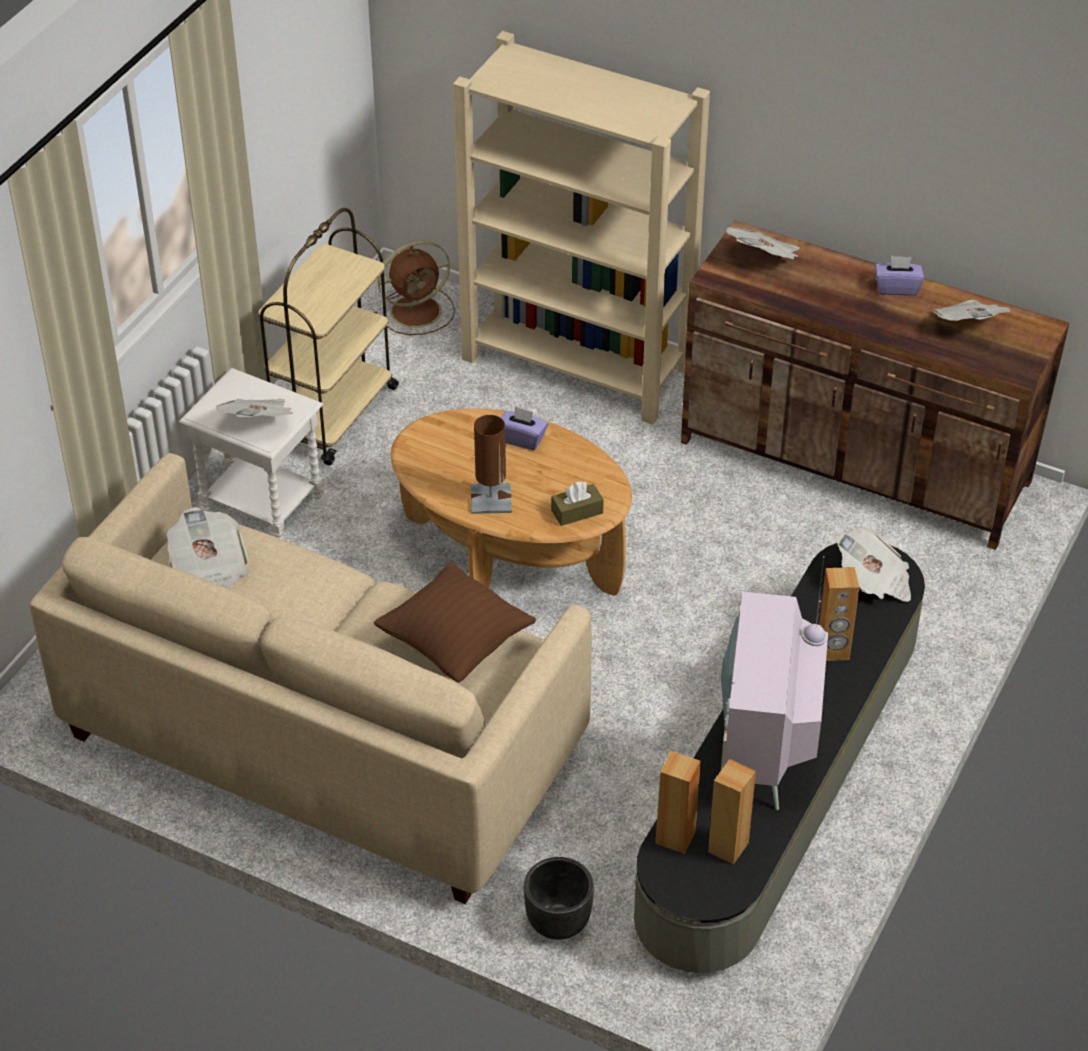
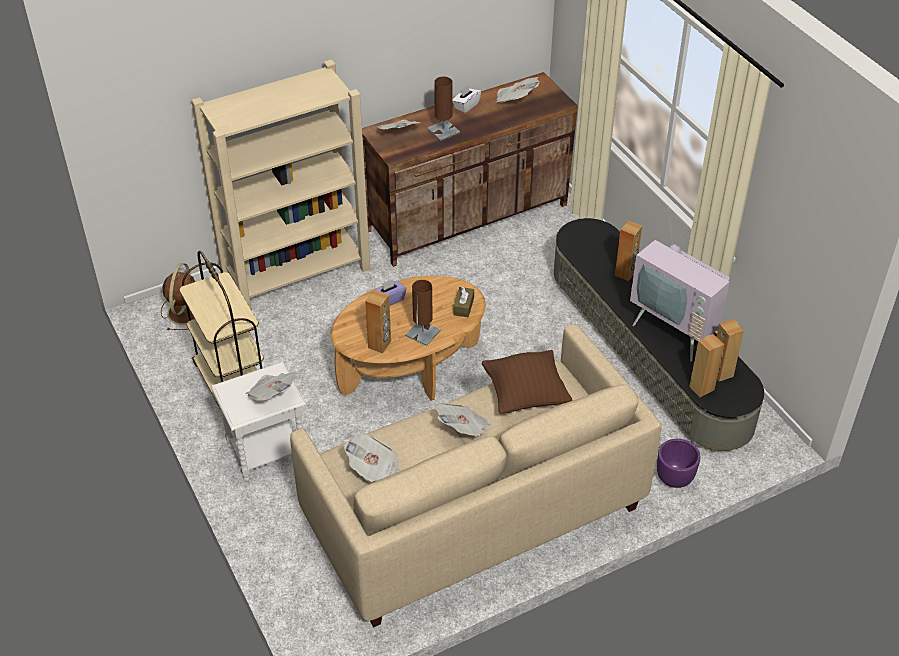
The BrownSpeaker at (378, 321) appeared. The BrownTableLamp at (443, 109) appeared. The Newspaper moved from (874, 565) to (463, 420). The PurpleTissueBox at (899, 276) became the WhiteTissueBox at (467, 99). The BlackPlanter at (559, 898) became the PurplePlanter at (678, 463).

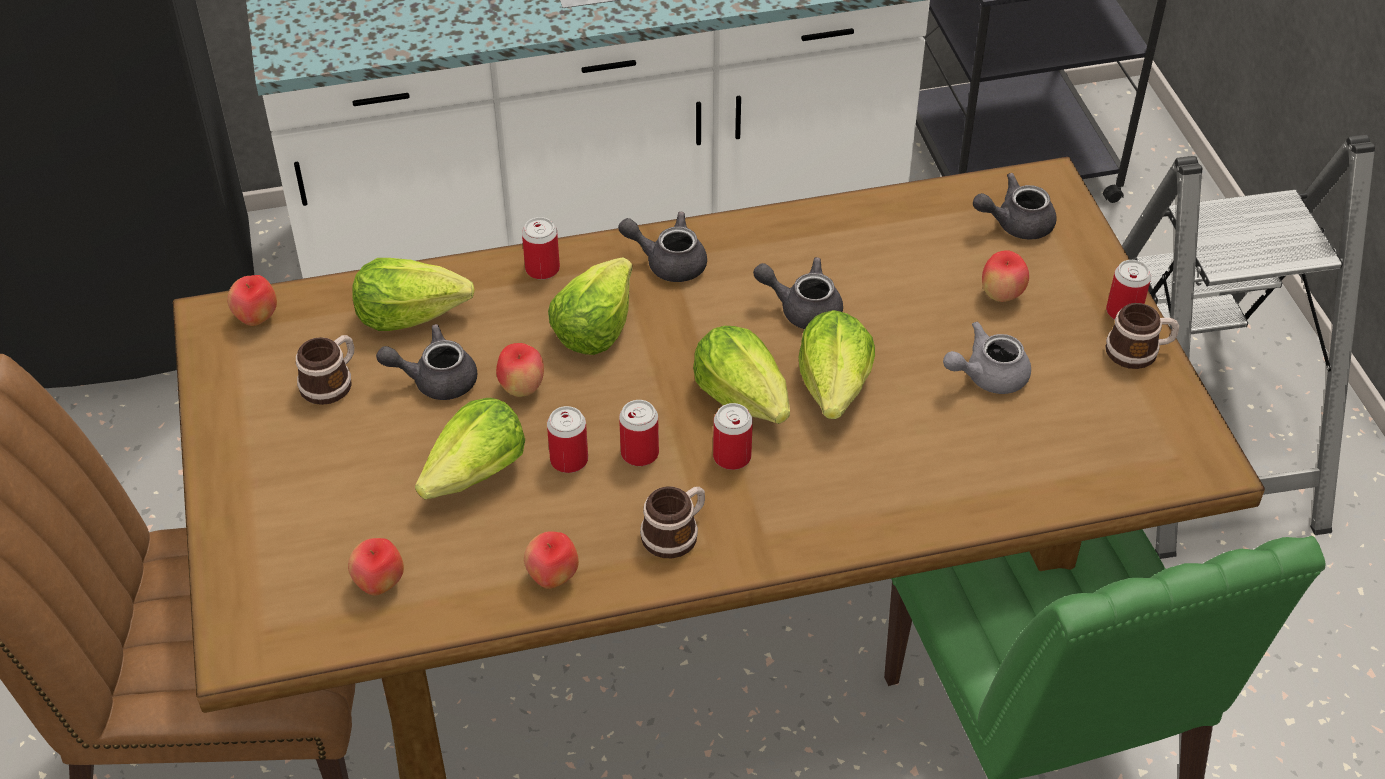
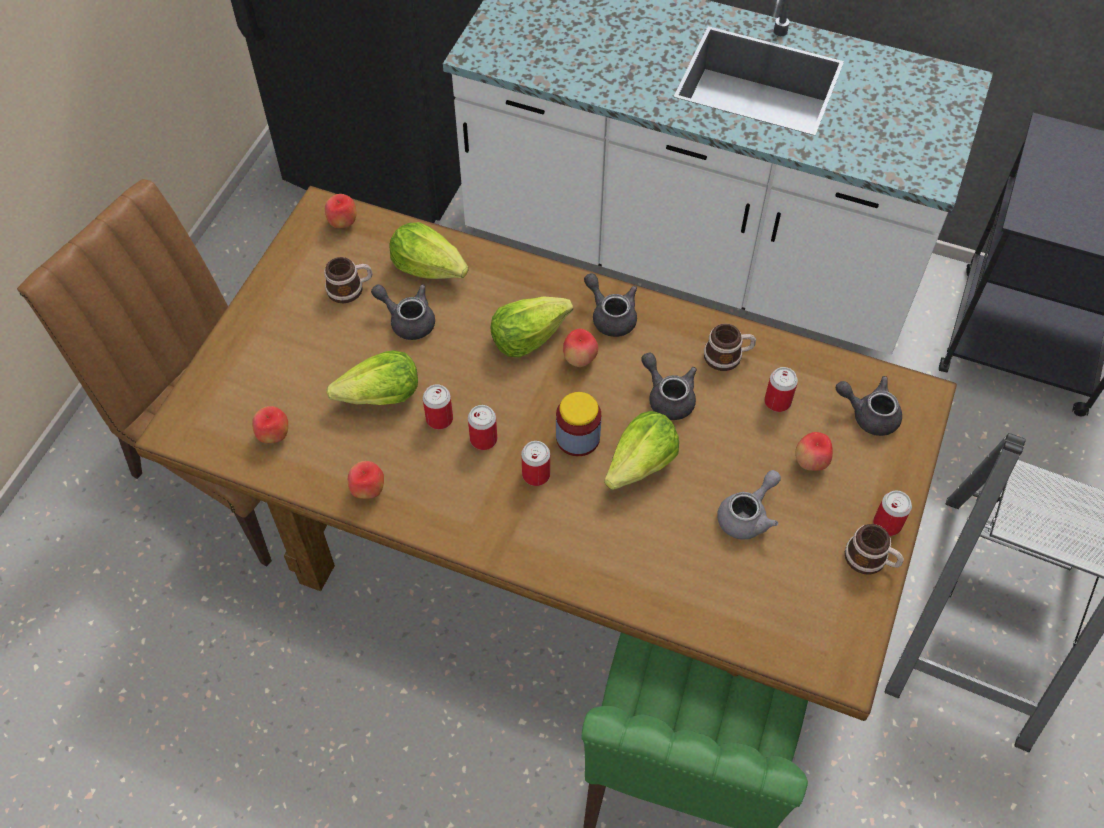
The Lettuce at (741, 375) was replaced by the Jar at (578, 424). The Apple moved from (520, 370) to (580, 348). The Mug moved from (672, 522) to (730, 347). The GreyTeapot at (987, 358) turned 120 degrees clockwise. The Can moved from (541, 248) to (781, 389).

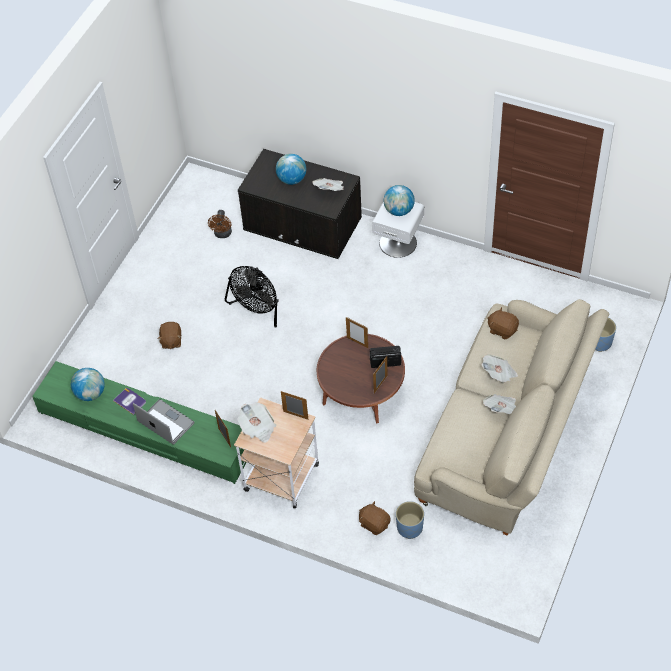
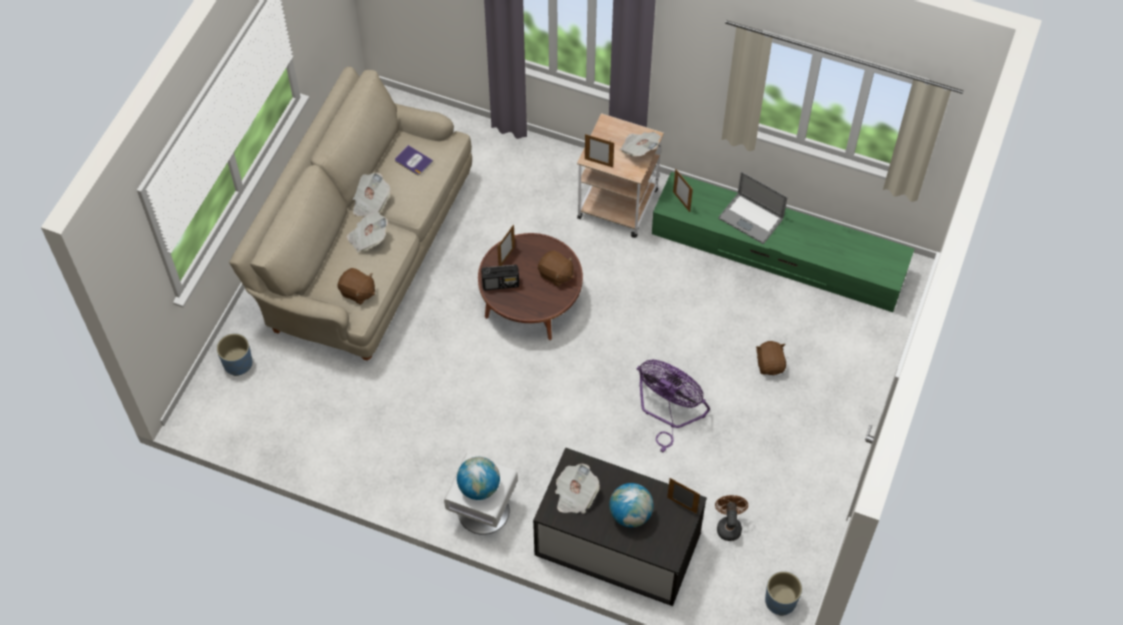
The Book moved from (129, 401) to (414, 160). The BrownPlushToy moved from (375, 518) to (556, 268). The BlackFan at (252, 297) became the PurpleFan at (673, 406). The PictureFrame moved from (357, 332) to (683, 496). The BluePlanter moved from (410, 520) to (783, 593). The Globe at (88, 384) disappeared.

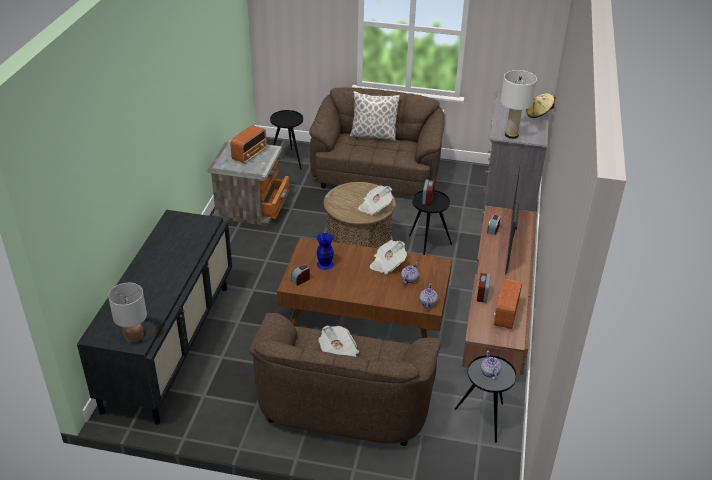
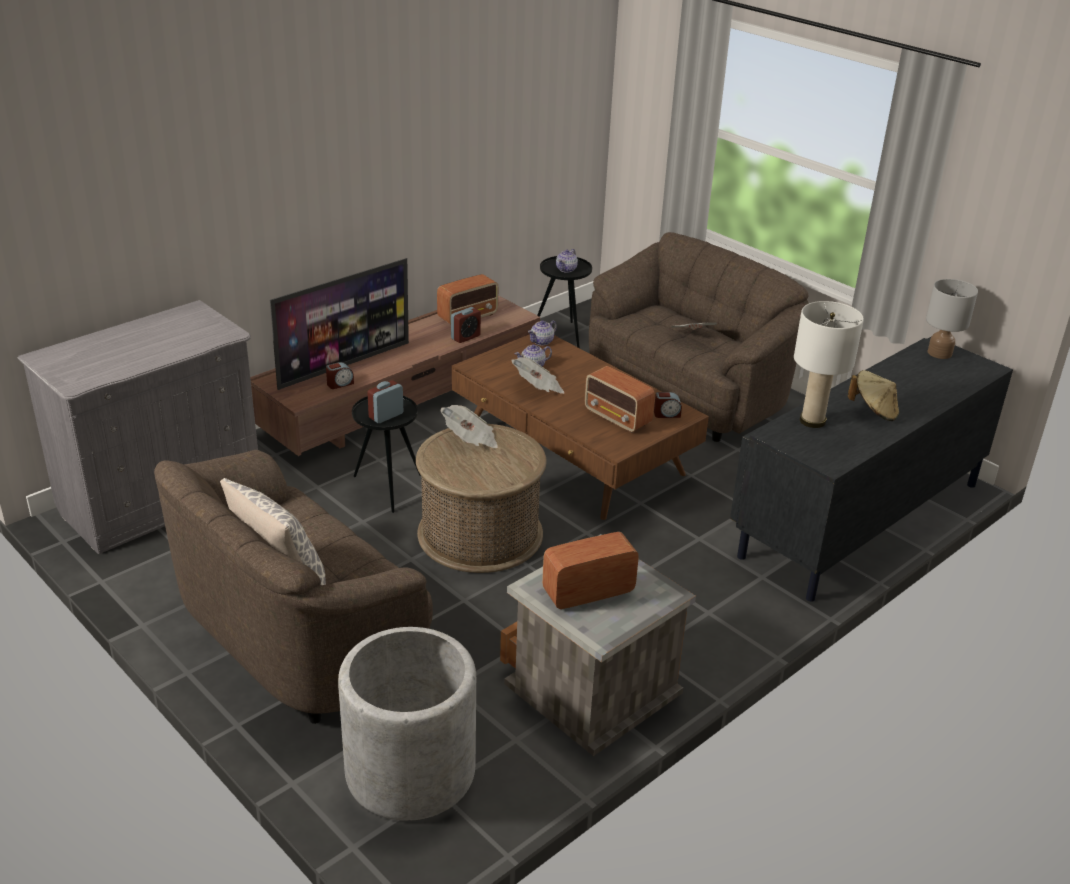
The BlackSideTable at (286, 139) was replaced by the GreyPlanter at (407, 724). The BlueVase at (325, 251) was replaced by the Radio at (620, 399). The WhiteTableLamp moved from (519, 104) to (829, 364). The BeigeHat moved from (540, 105) to (873, 395).

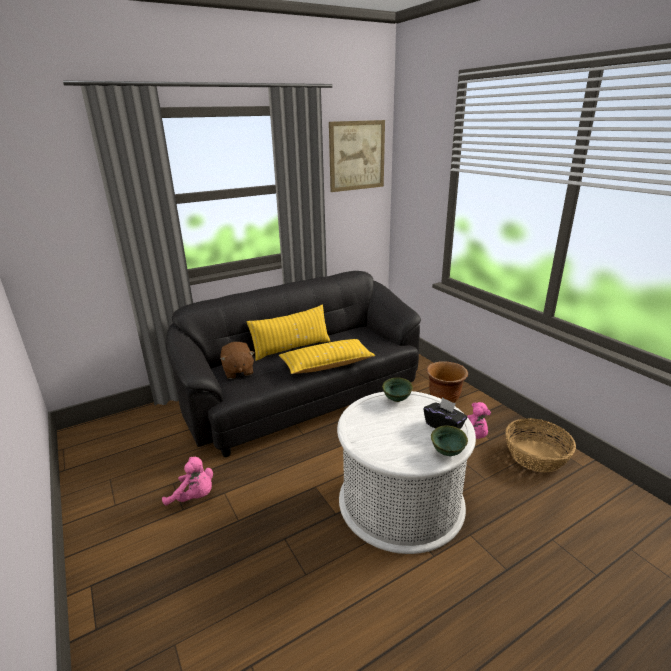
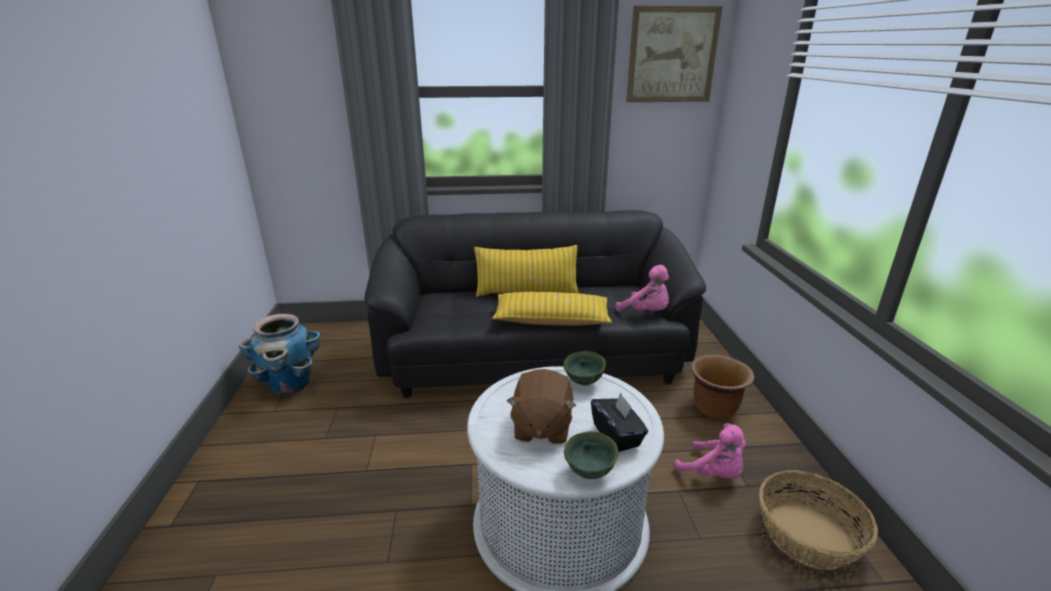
The Planter at (279, 354) appeared. The BrownPlushToy moved from (237, 360) to (541, 406). The PinkPlushToy moved from (187, 481) to (642, 288).

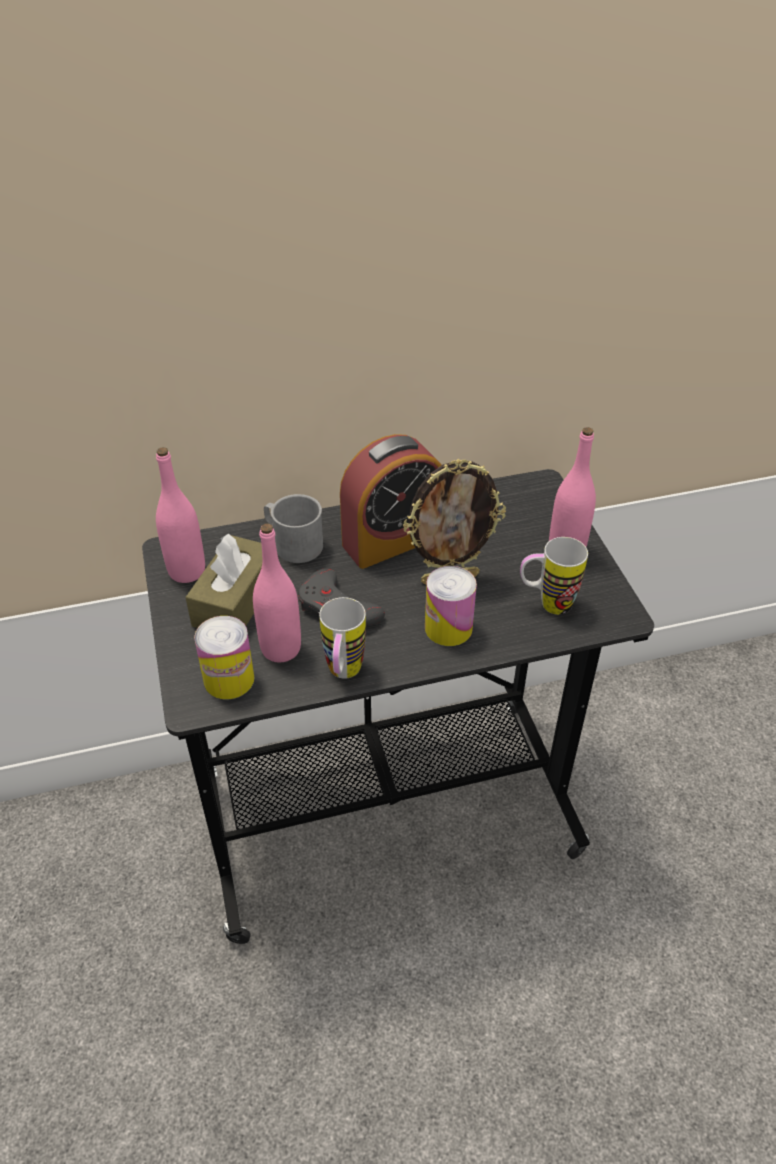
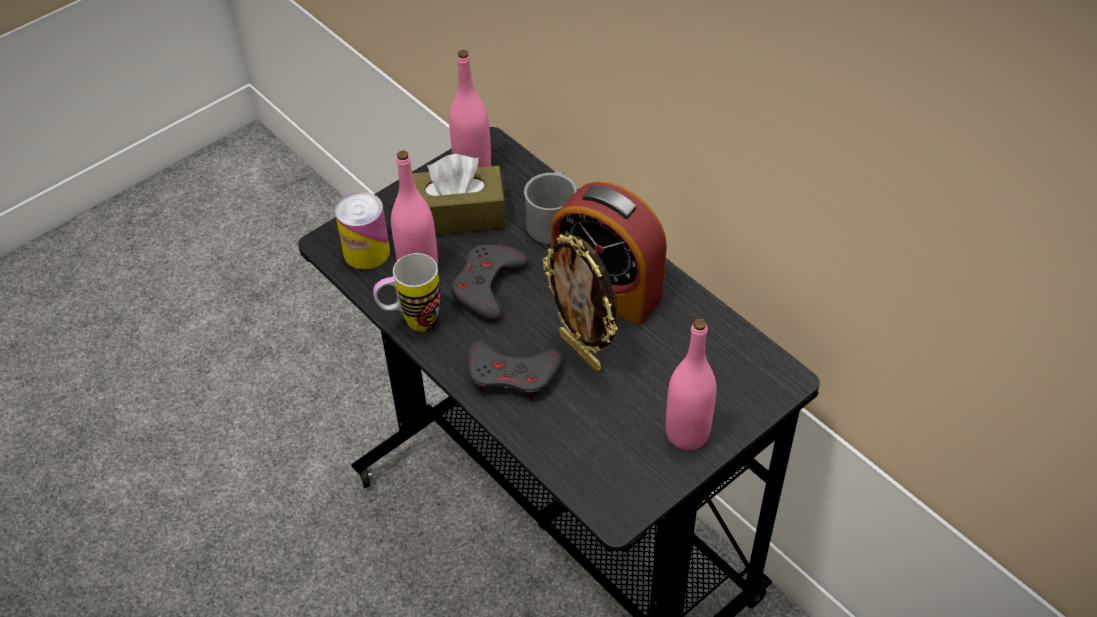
The Can at (451, 606) was replaced by the GreyGameController at (514, 371). The Mug at (554, 576) disappeared.

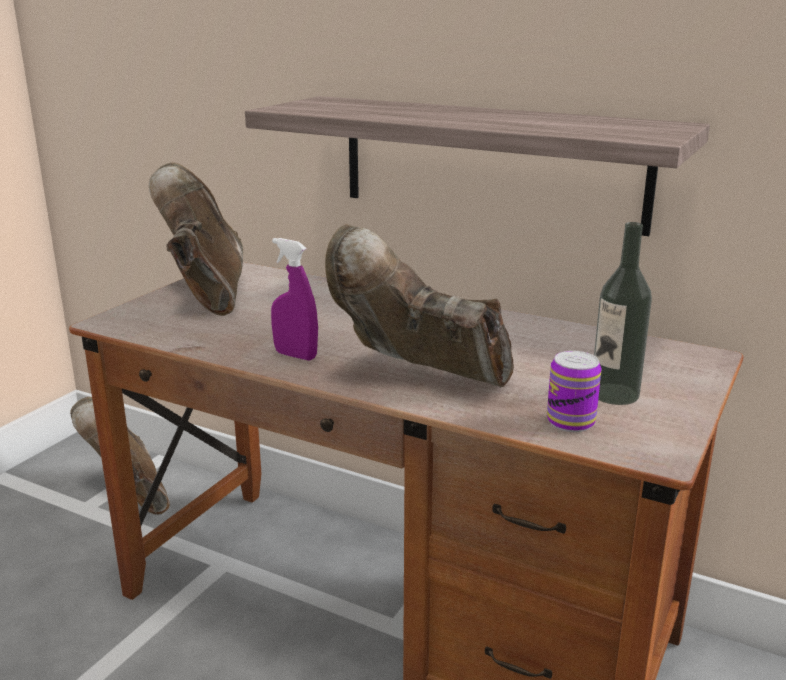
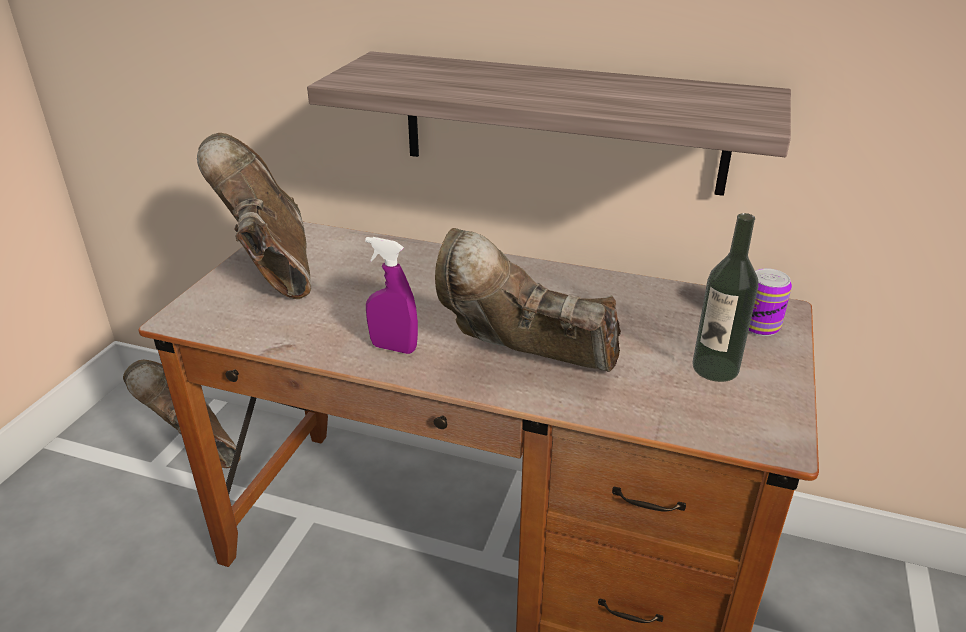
The Can moved from (574, 391) to (770, 302).

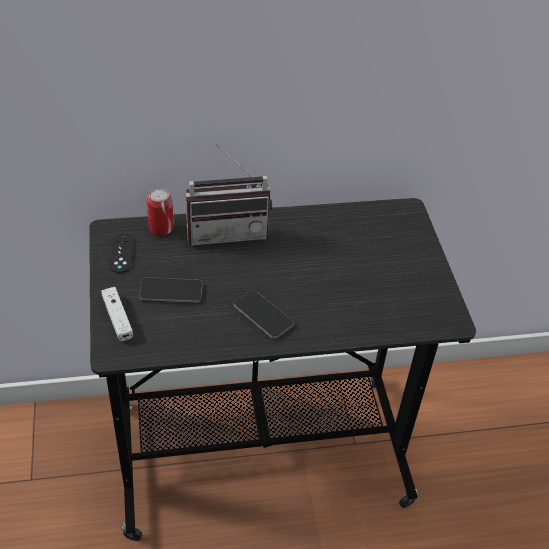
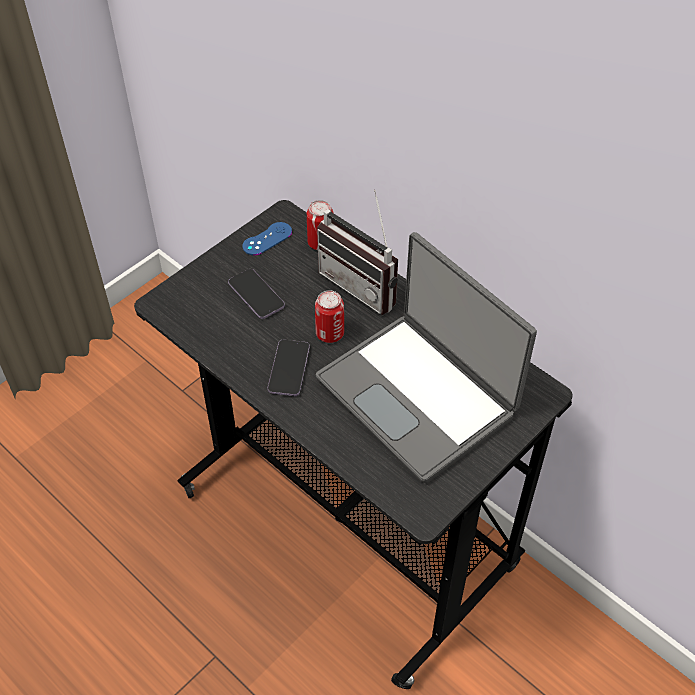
The BlackGameController at (121, 253) became the BlueGameController at (267, 238). The Can at (329, 316) appeared. The Laptop at (426, 357) appeared. The WhiteGameController at (117, 314) disappeared.

